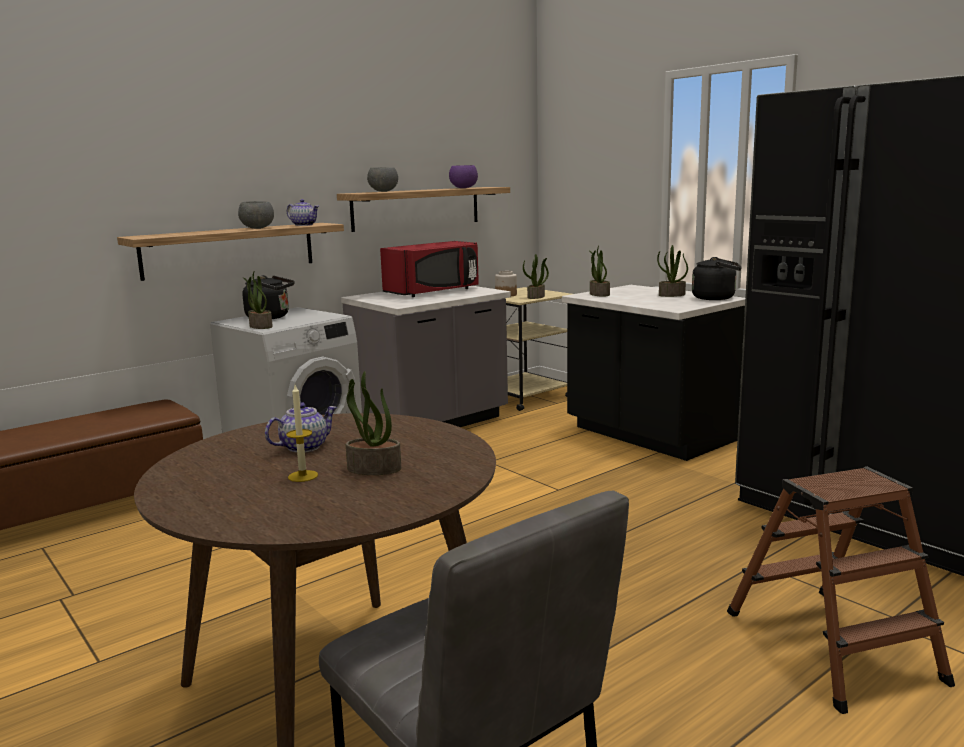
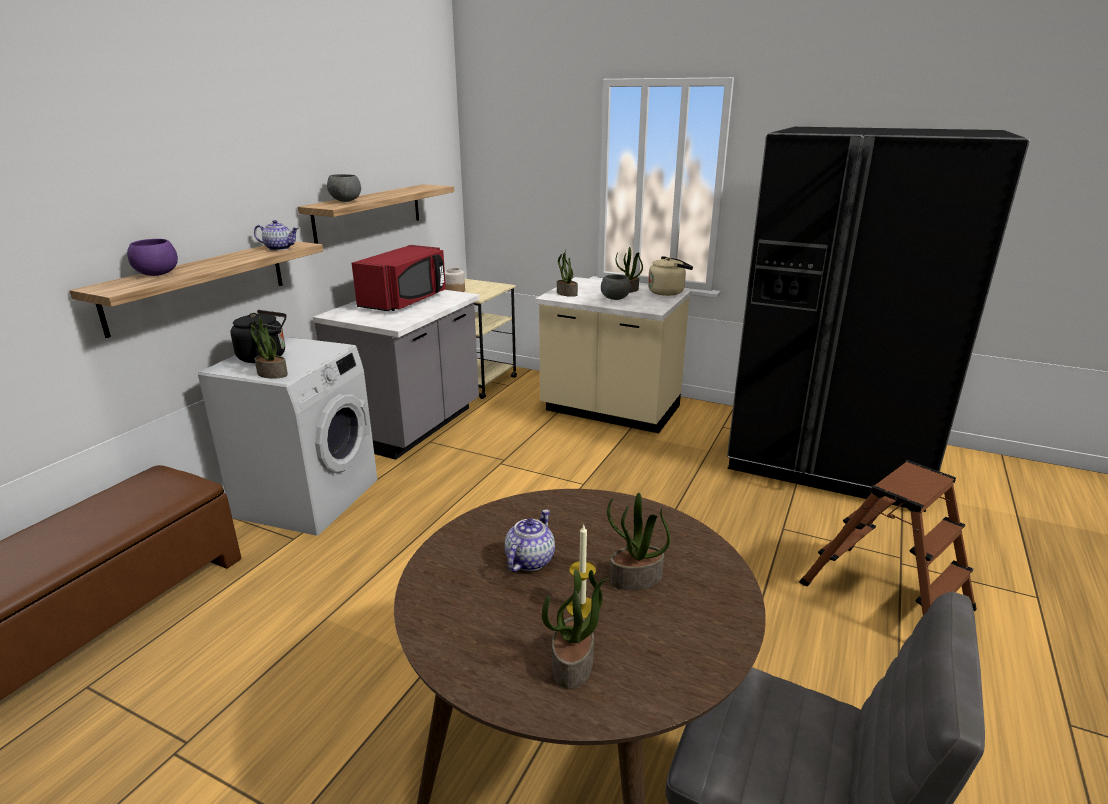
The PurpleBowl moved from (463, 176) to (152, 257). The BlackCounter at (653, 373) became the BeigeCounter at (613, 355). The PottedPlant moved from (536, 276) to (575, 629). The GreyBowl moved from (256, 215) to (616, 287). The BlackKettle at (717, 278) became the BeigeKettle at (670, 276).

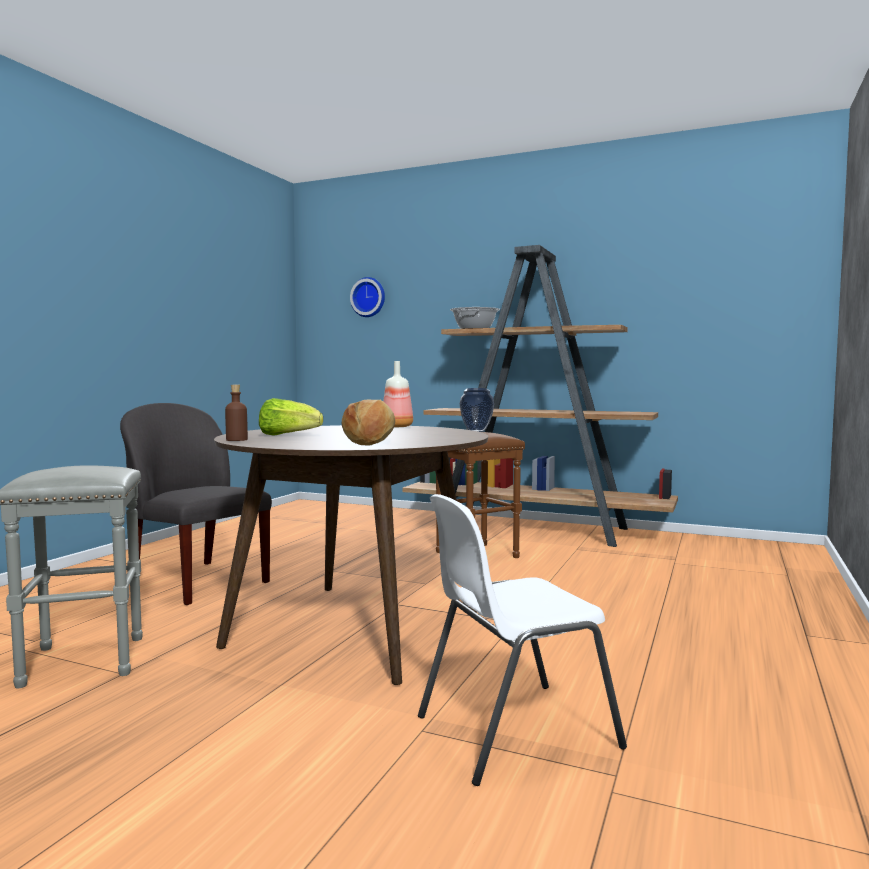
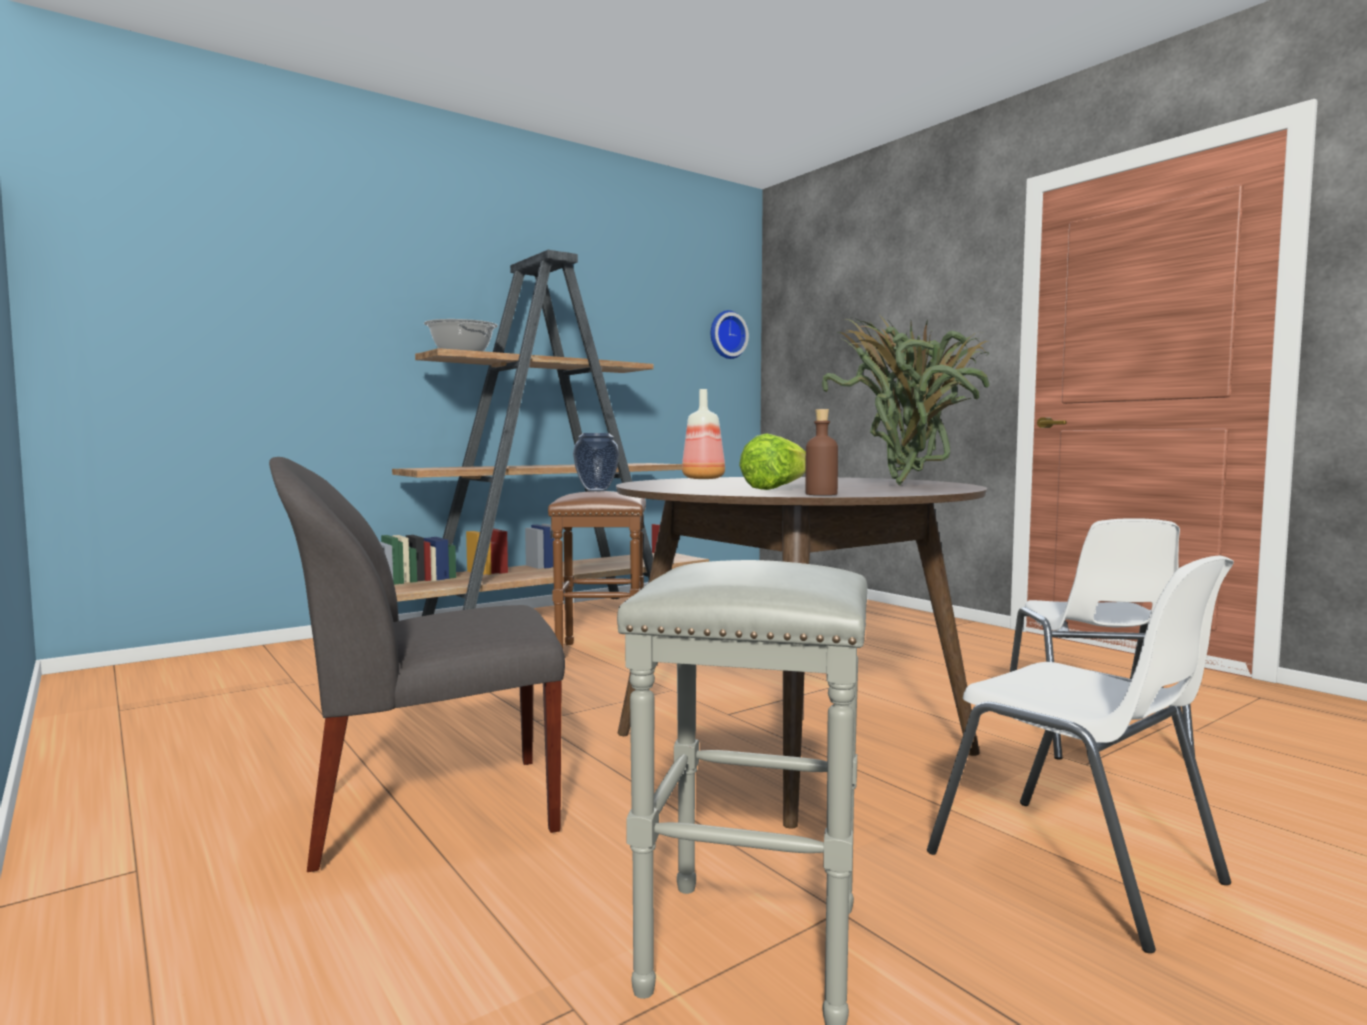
The WallClock moved from (367, 297) to (730, 334). The Bread at (368, 422) was replaced by the PottedPlant at (906, 401). The WhiteChair at (1080, 754) appeared.

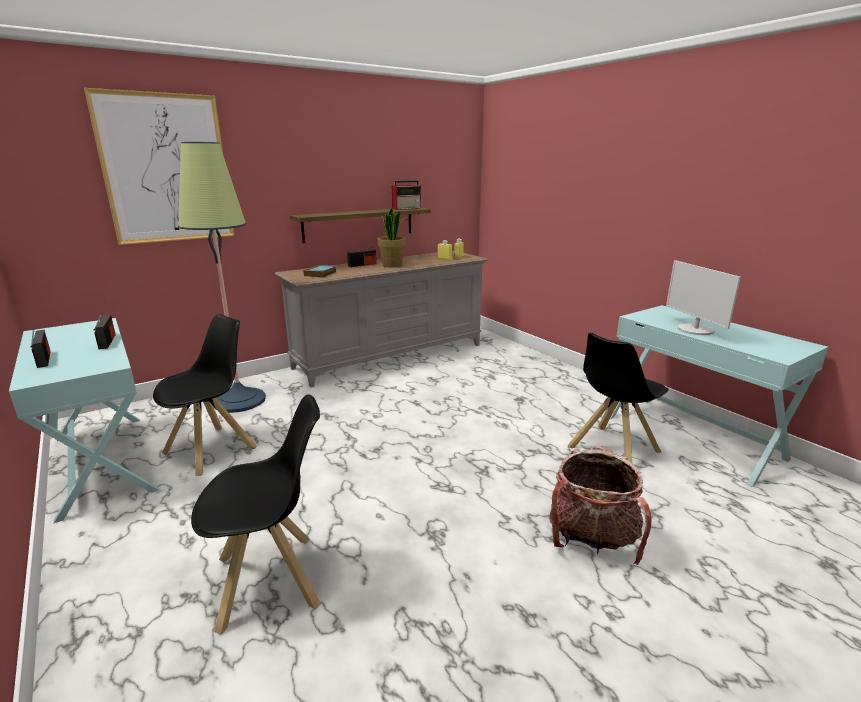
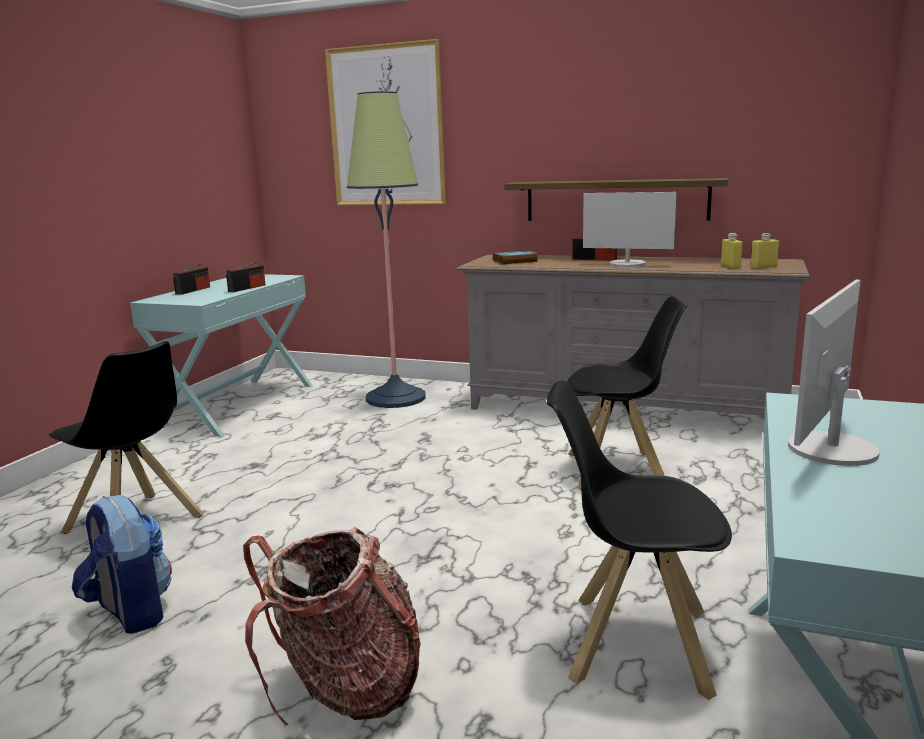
The Backpack at (122, 564) appeared. The BlackChair moved from (205, 395) to (627, 393). The PottedPlant at (393, 238) was replaced by the Monitor at (630, 229). The Radio at (406, 195) disappeared.

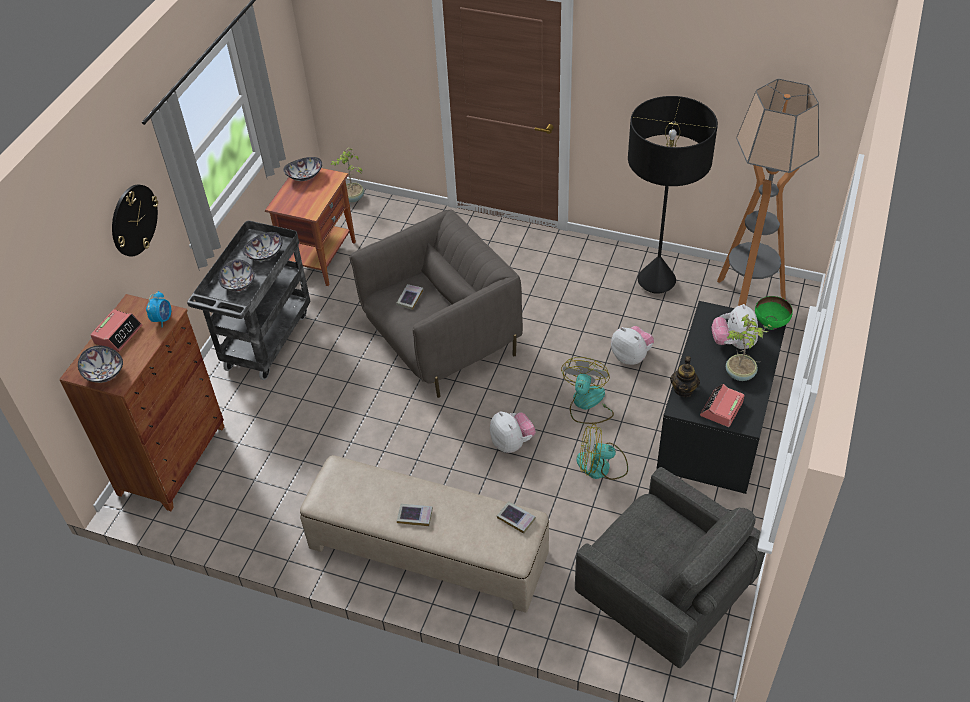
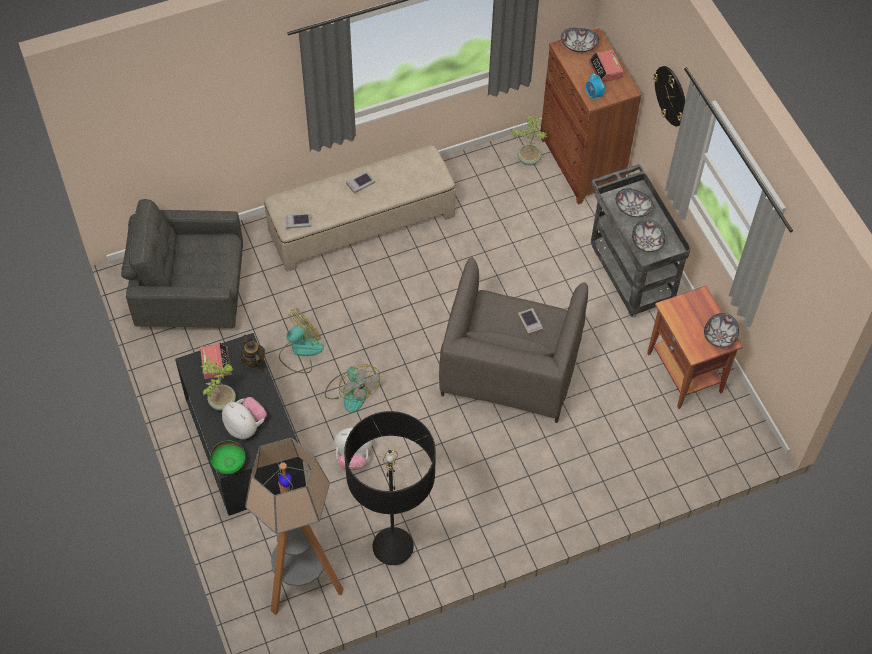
The PottedPlant moved from (347, 175) to (528, 140). The PlushToy at (513, 432) disappeared.

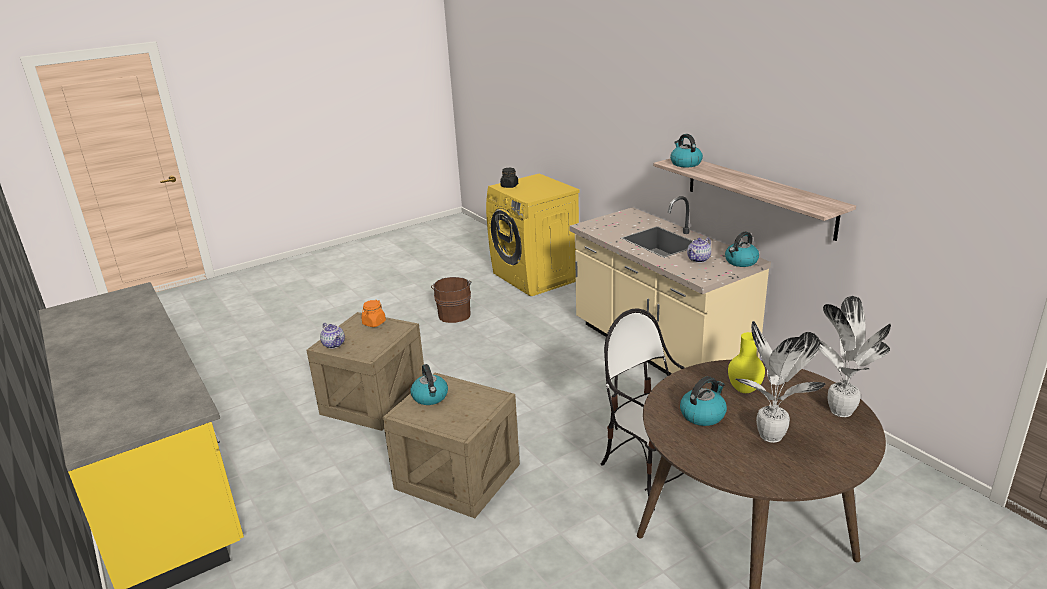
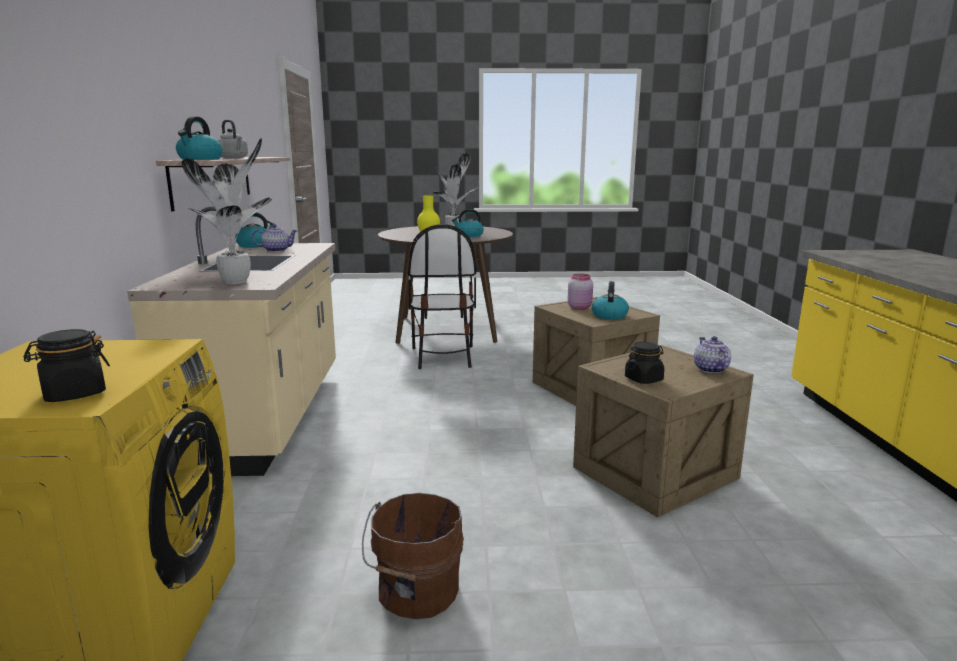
The PottedPlant moved from (854, 356) to (227, 211). The GreyKettle at (233, 139) appeared. The PinkJar at (580, 292) appeared. The OrangeJar at (373, 313) became the BlackJar at (644, 363).

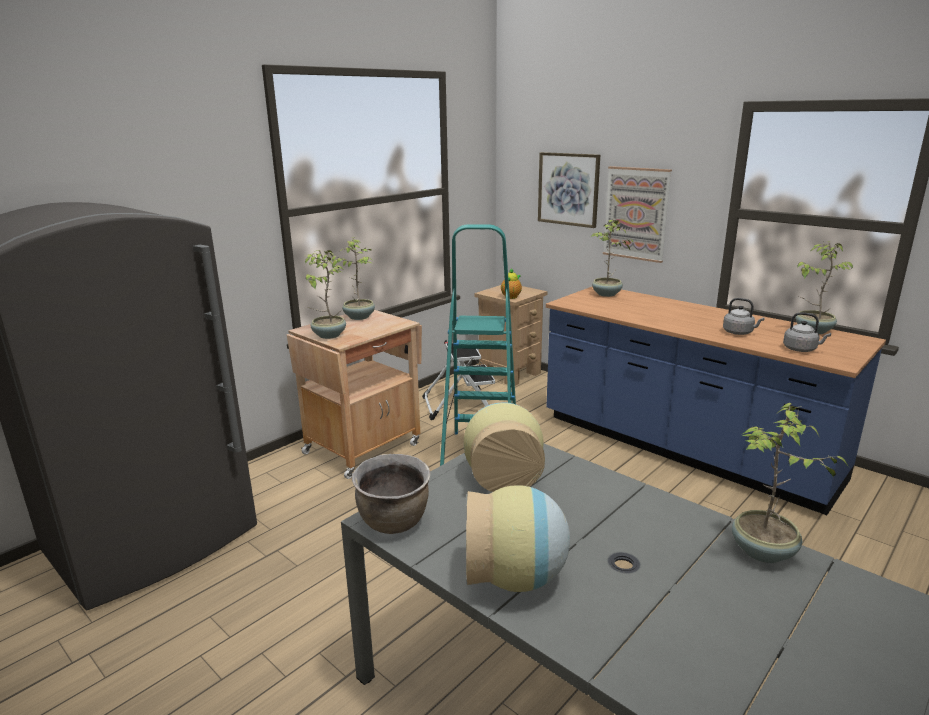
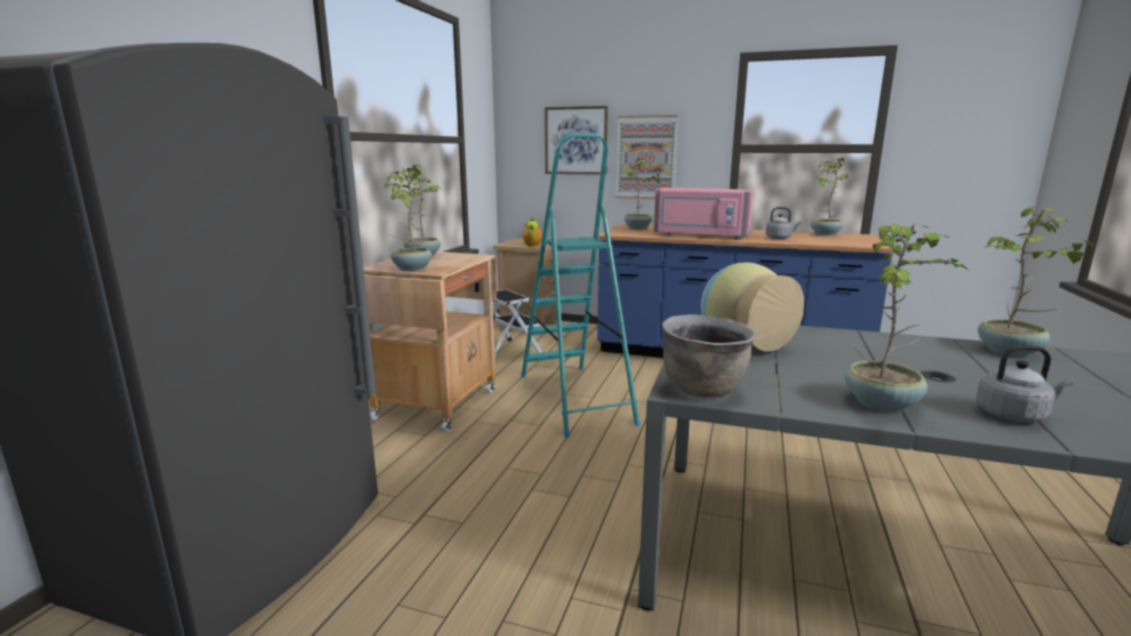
The PinkMicrowave at (704, 213) appeared. The Vase at (518, 539) was replaced by the PottedPlant at (906, 318). The GreyKettle moved from (807, 332) to (1025, 384).

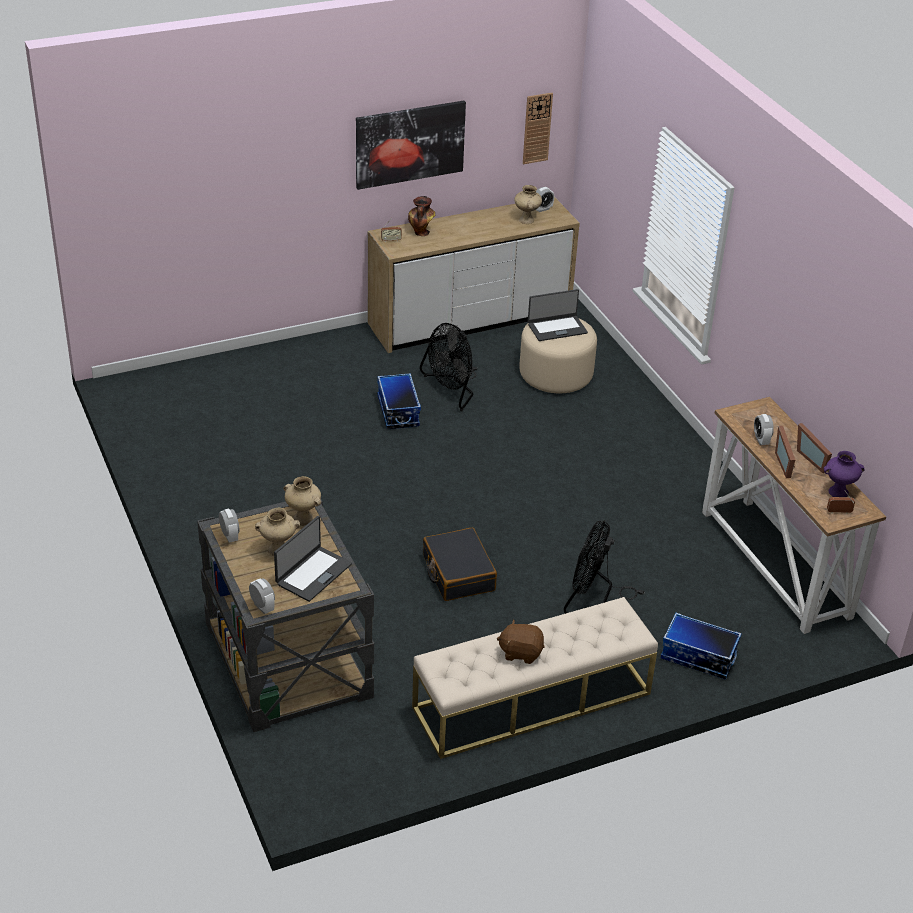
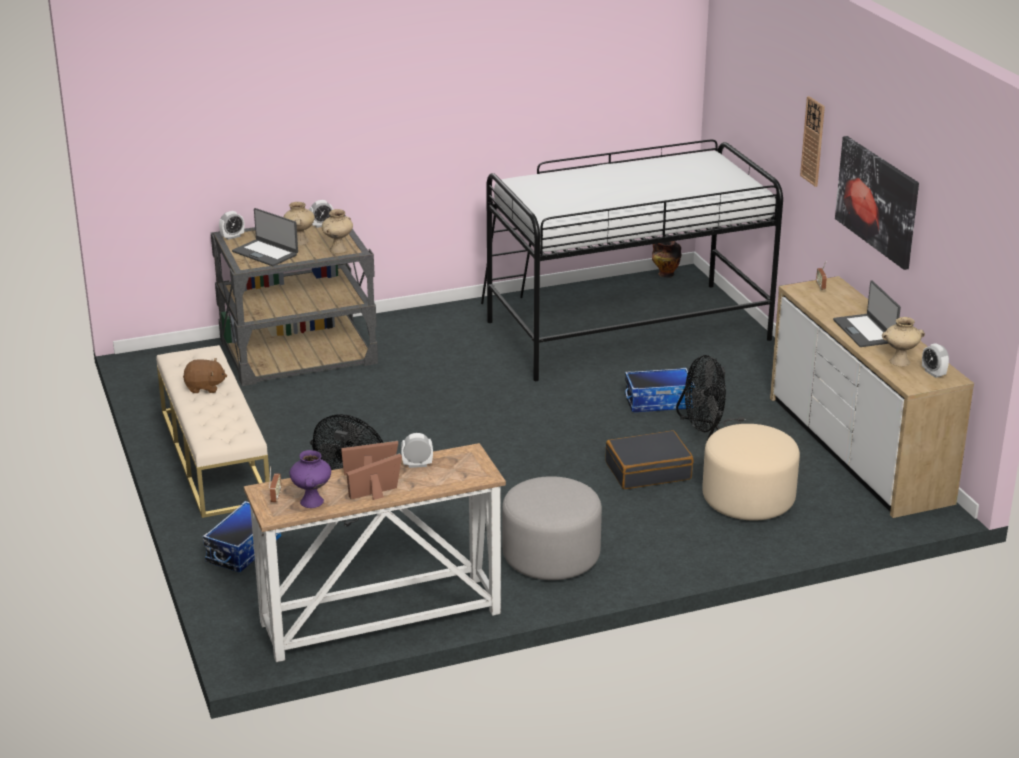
The BrownPlushToy at (521, 641) turned 75 degrees clockwise. The BlackBed at (632, 260) appeared. The GreyOttoman at (552, 528) appeared. The BlackSuitcase moved from (460, 564) to (649, 459). The Vase moved from (421, 216) to (666, 259). The BlackFan at (449, 367) turned 75 degrees counterclockwise. The WallClock moved from (538, 128) to (812, 141). The Laptop moved from (558, 315) to (867, 314).

